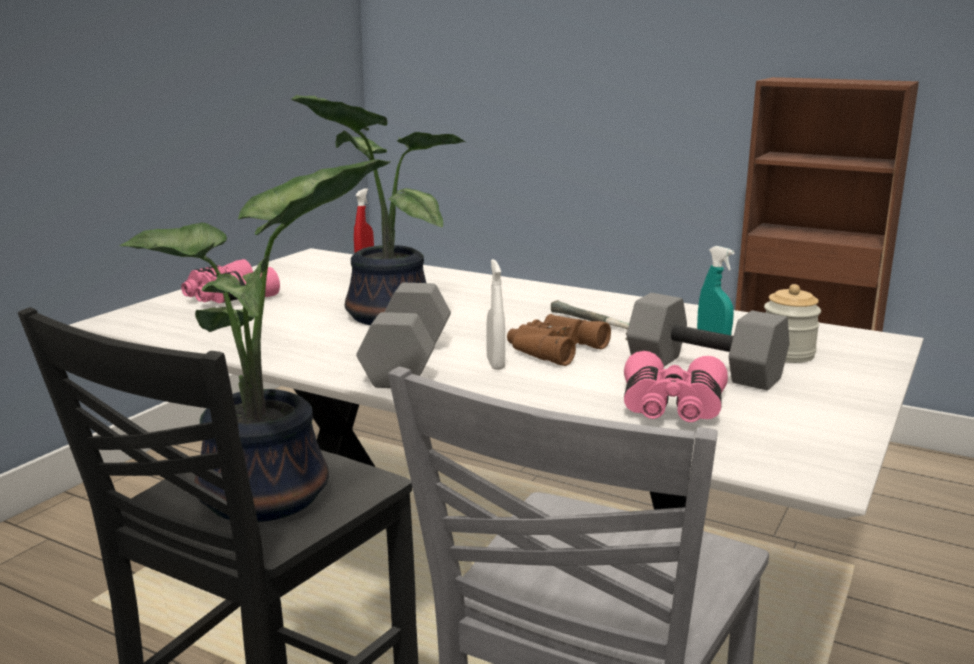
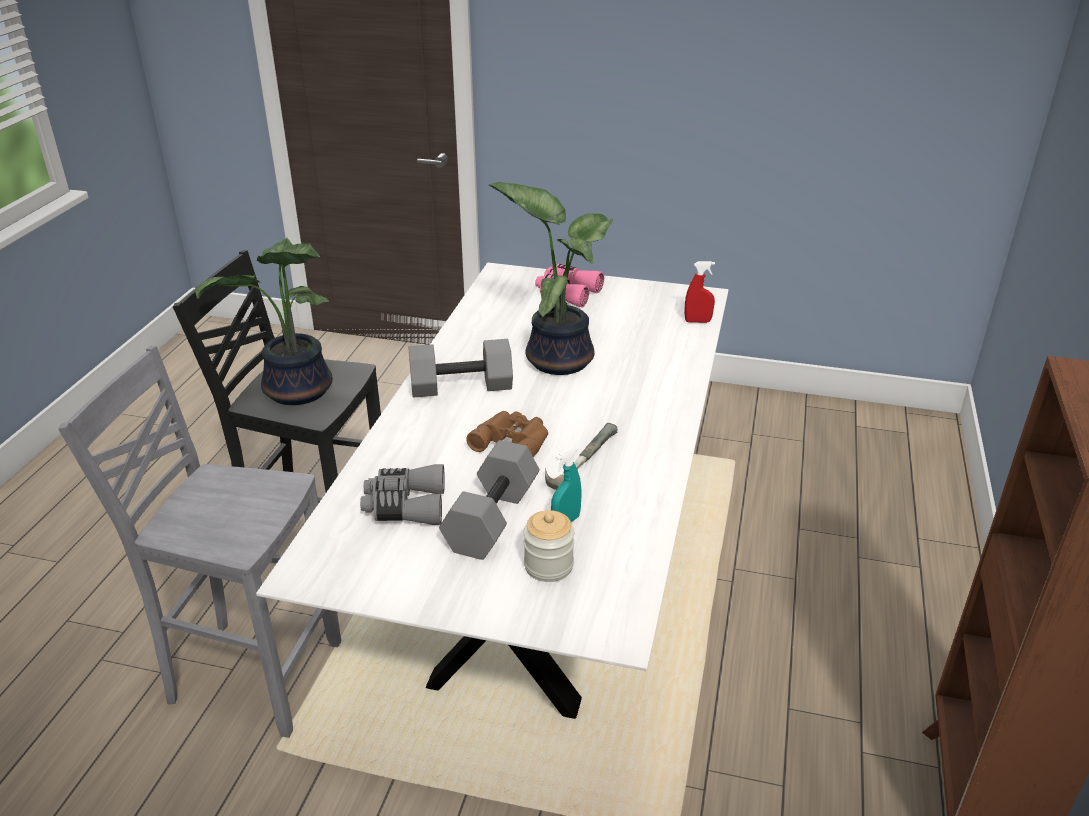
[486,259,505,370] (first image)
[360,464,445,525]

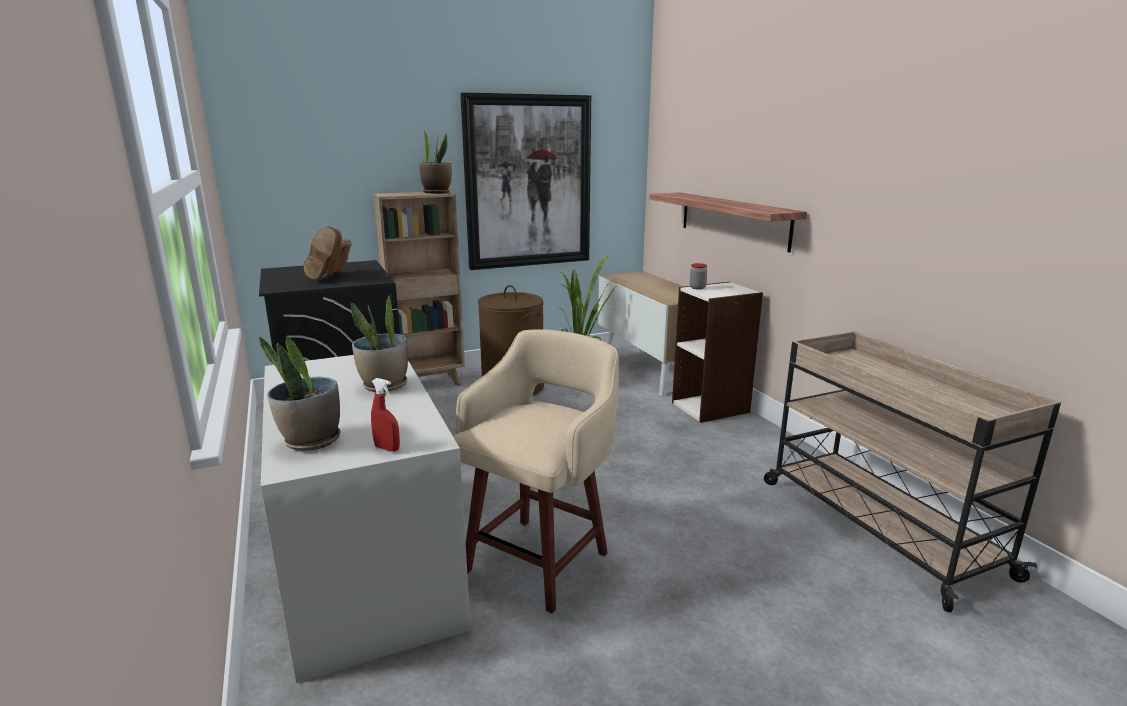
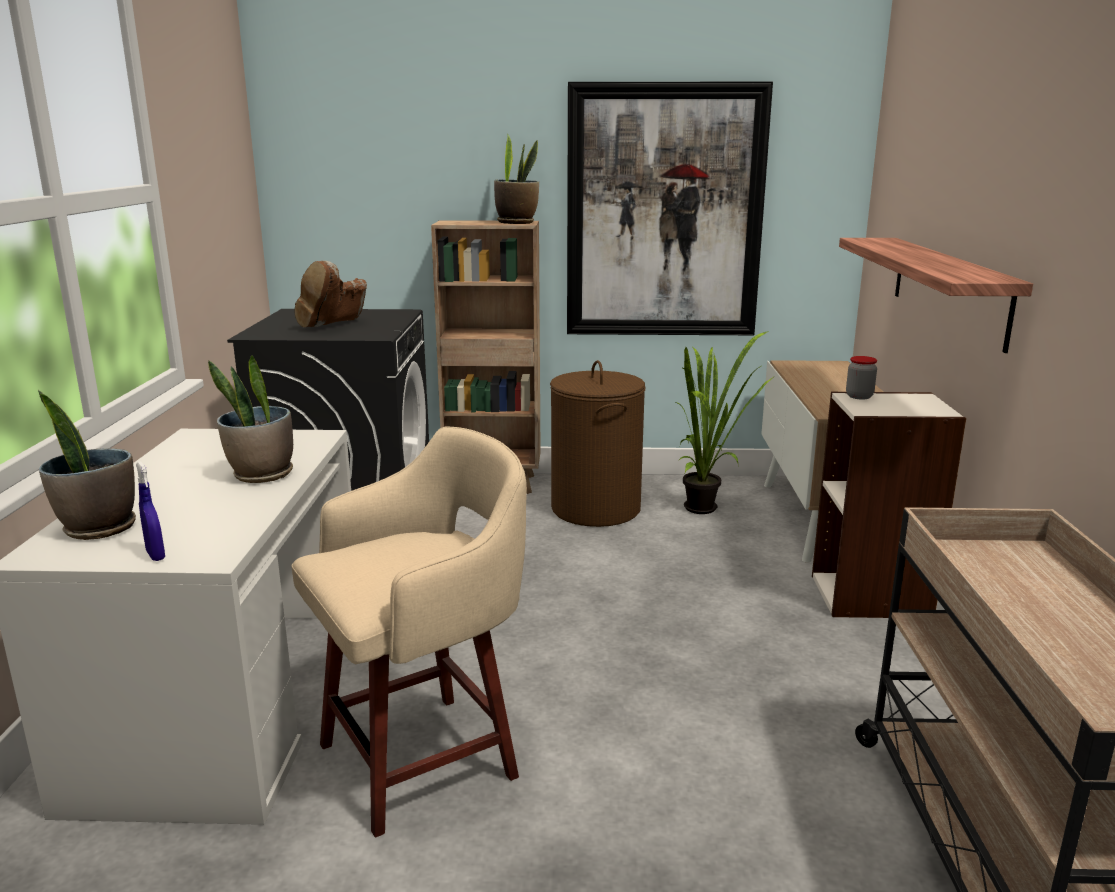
[136,461,165,561]

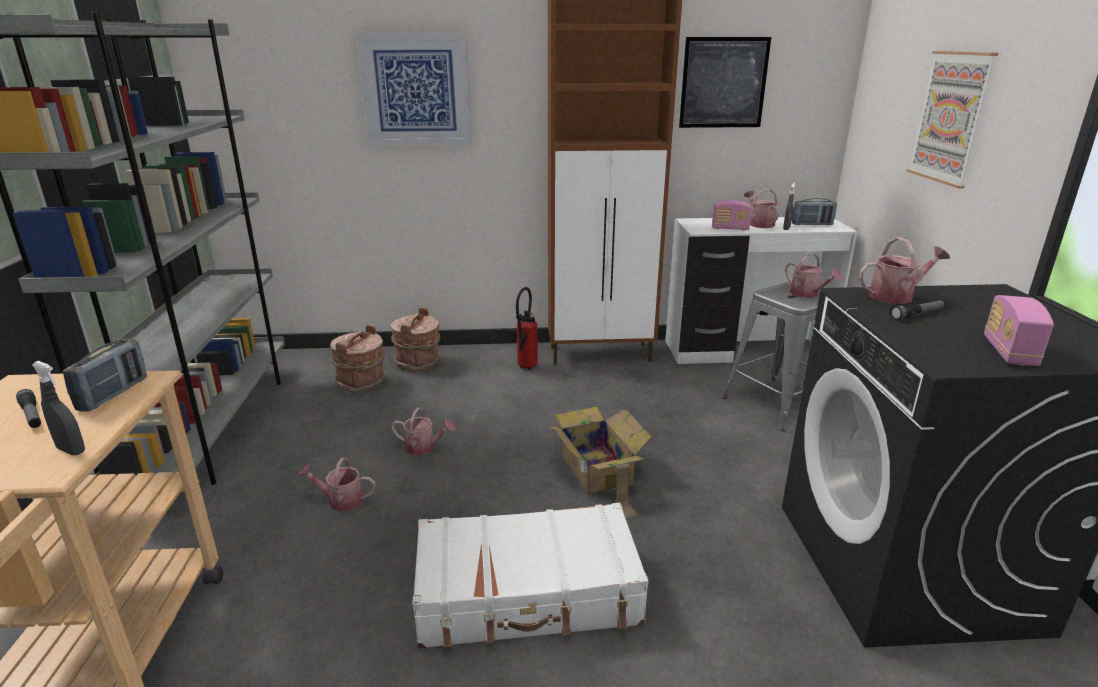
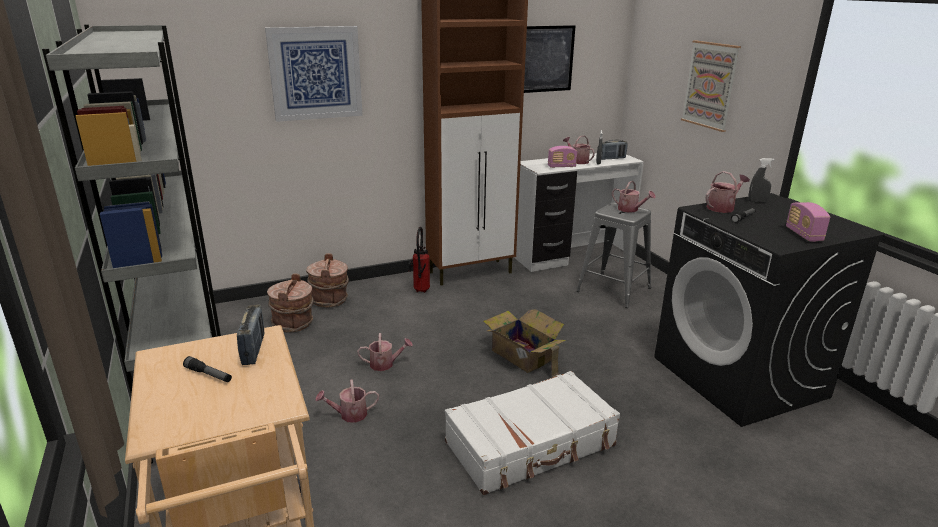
[748,158,775,202]

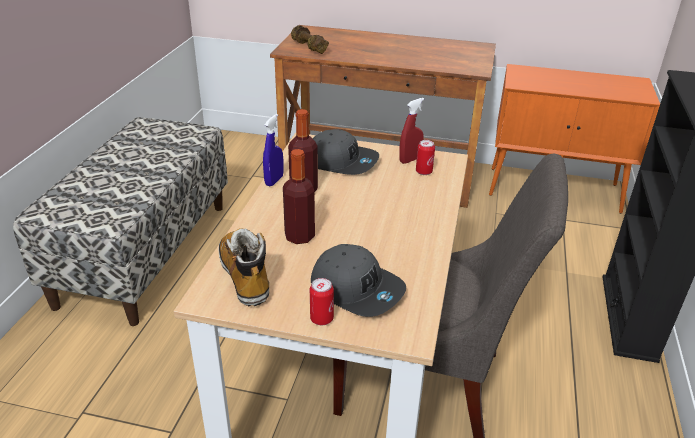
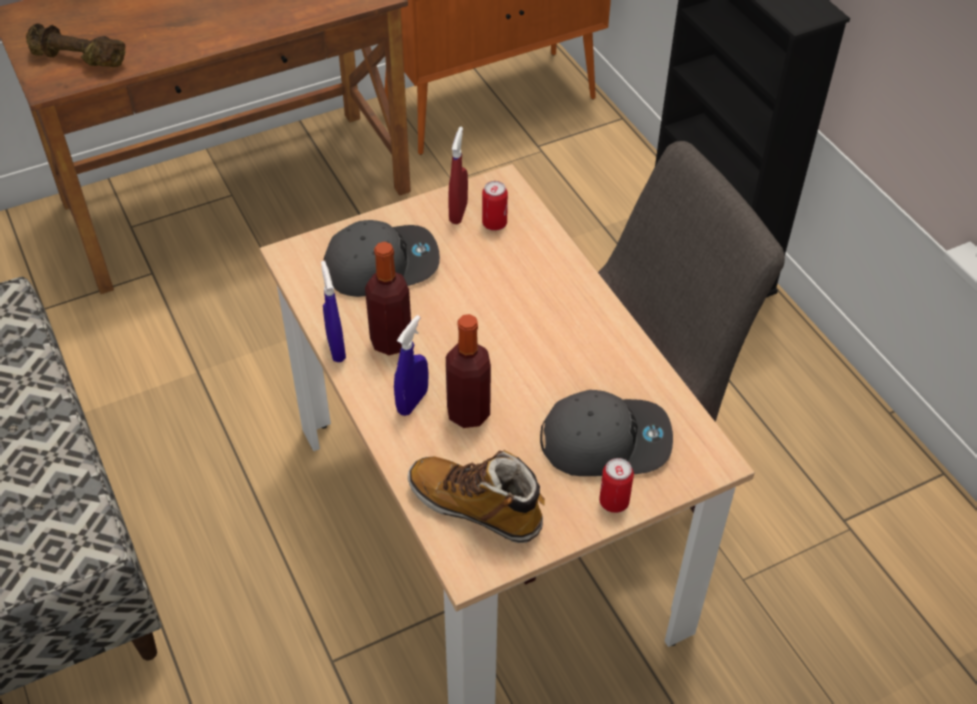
[394,315,428,416]

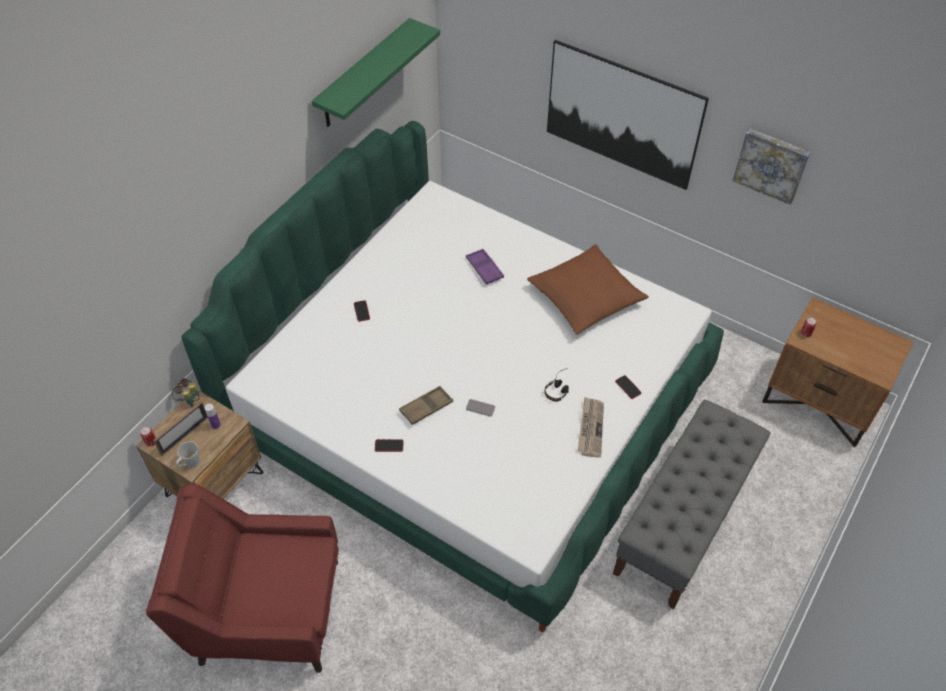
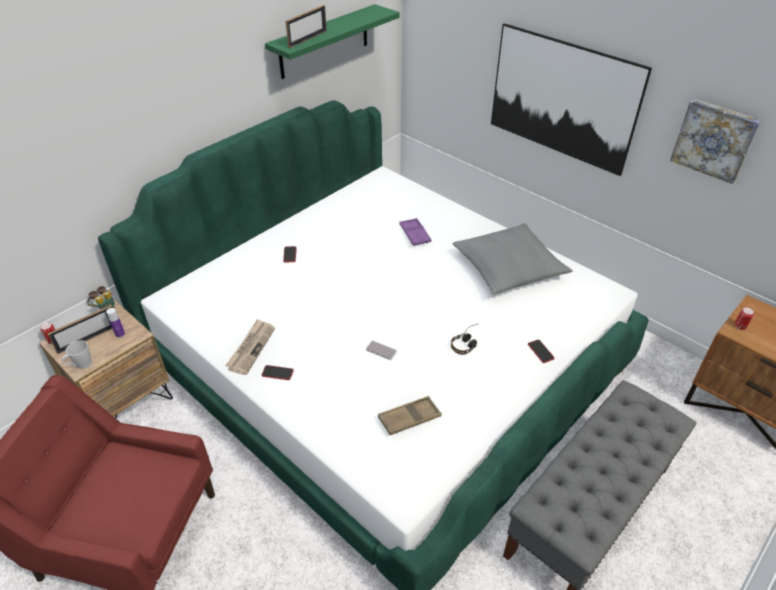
[286,5,327,48]
[378,396,442,435]
[225,319,275,375]
[453,223,573,295]

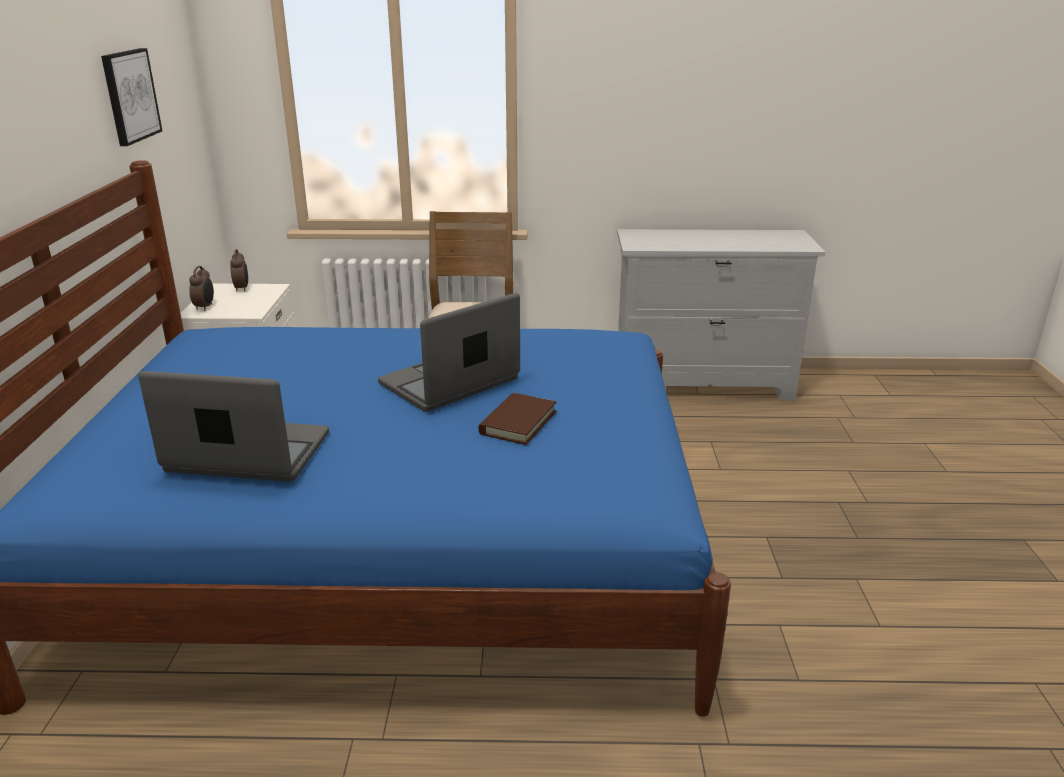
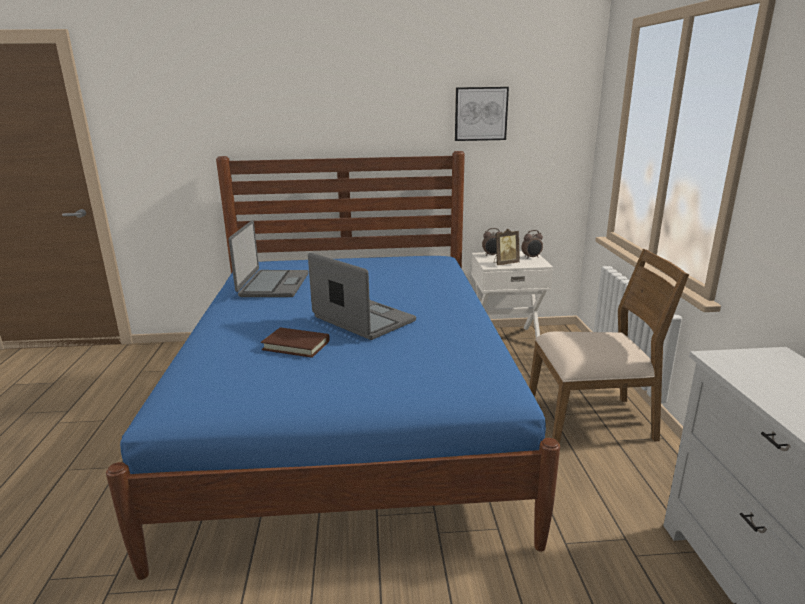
[494,228,520,265]

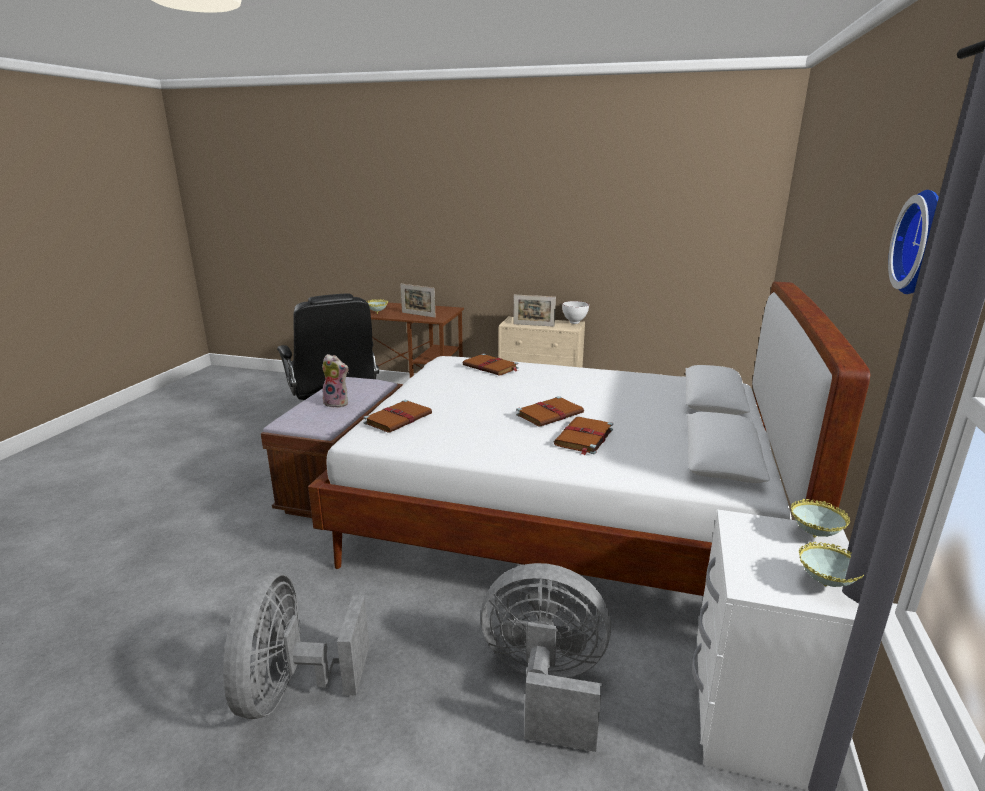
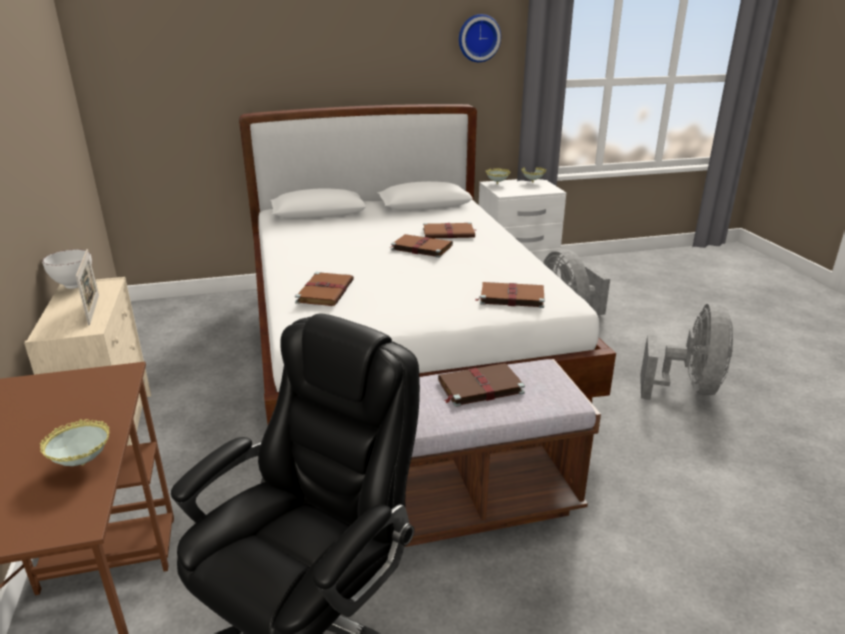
[400,284,436,318] (first image)
[438,363,525,407]
[640,303,733,400]

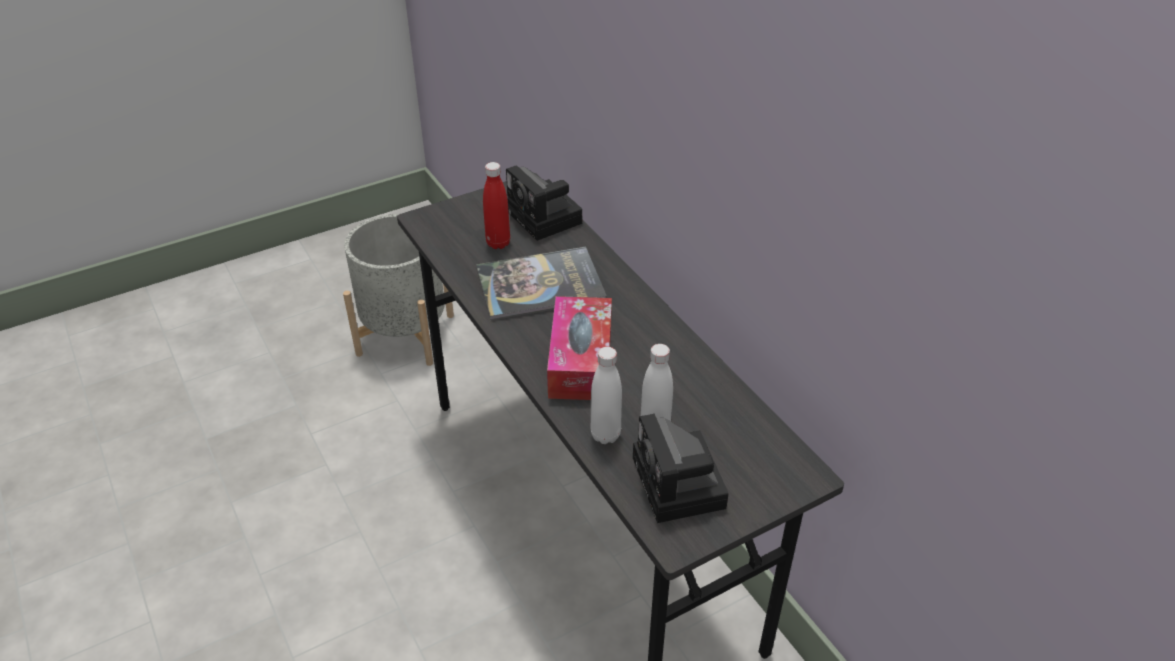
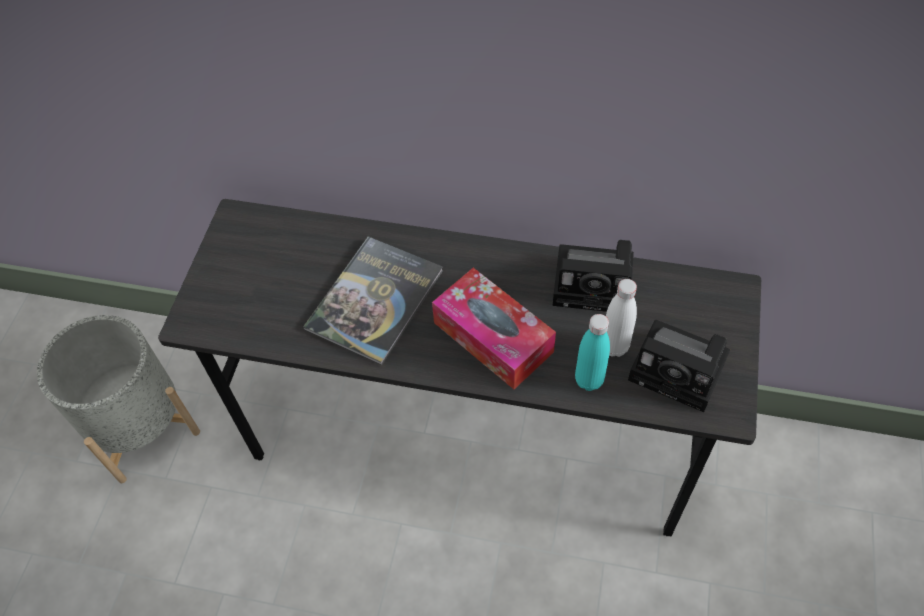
[483,162,510,249] (first image)
[553,240,634,312]
[575,314,610,391]

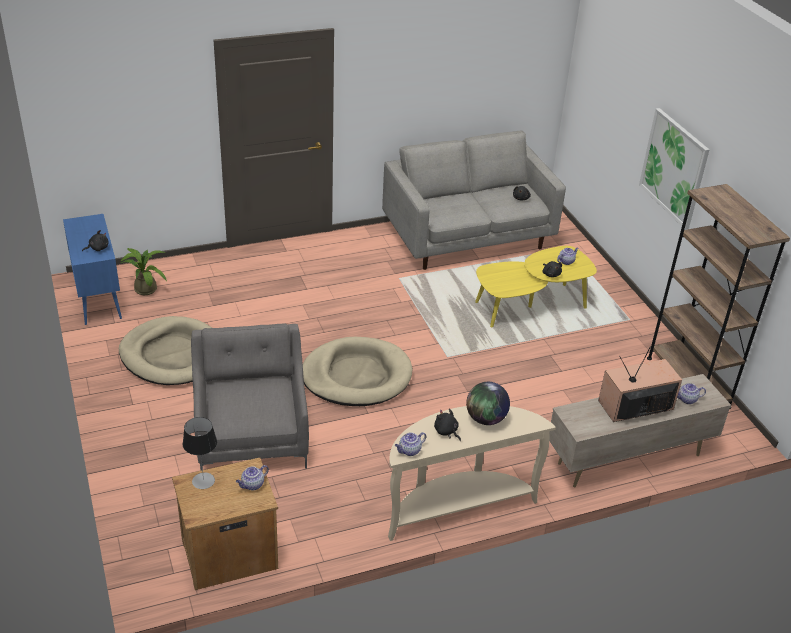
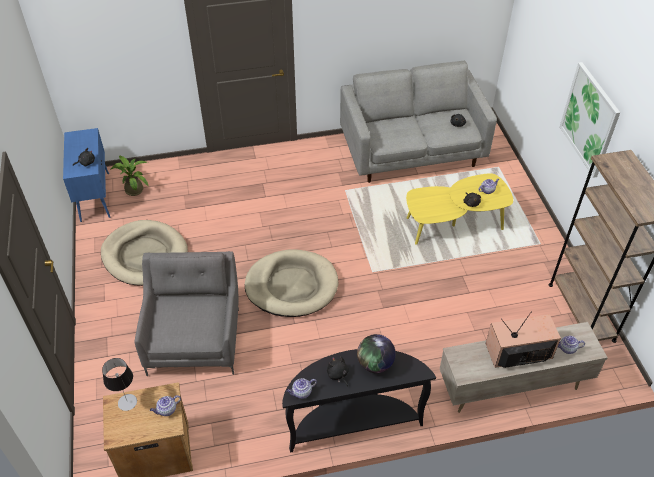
[282,349,436,453]

